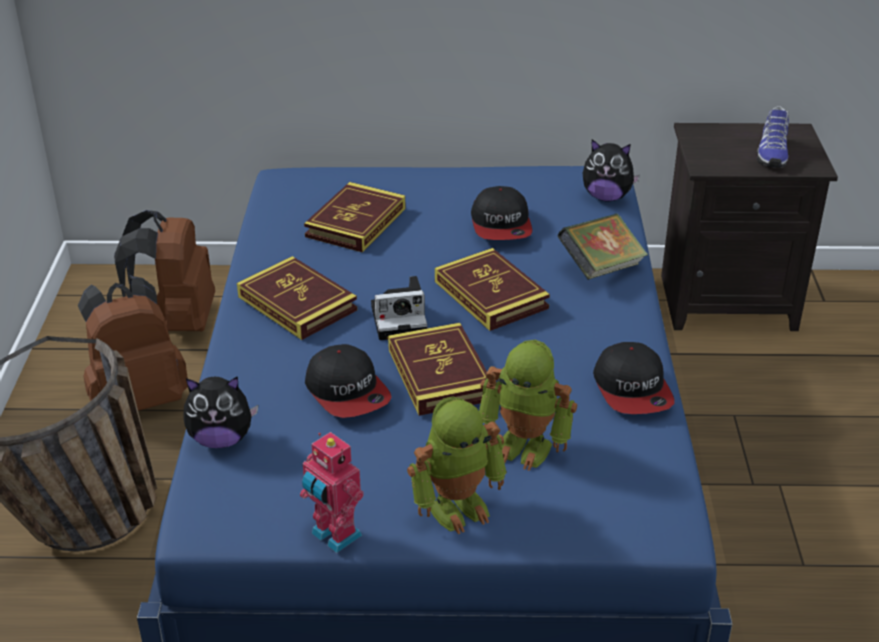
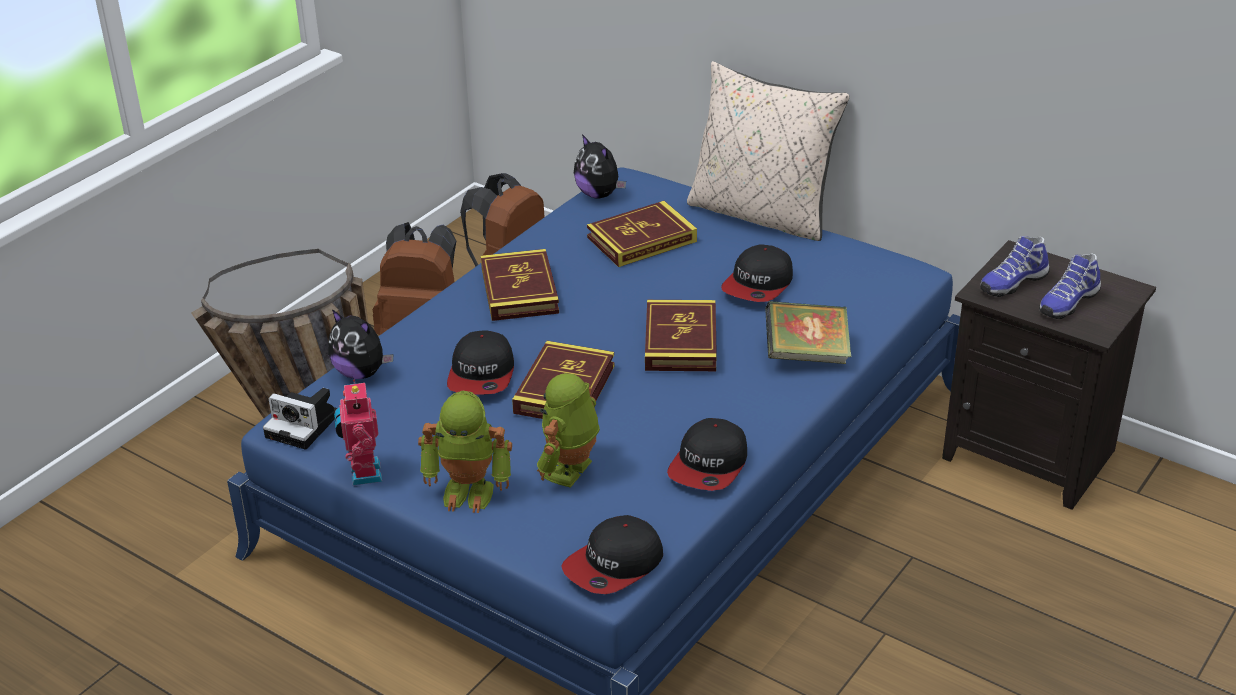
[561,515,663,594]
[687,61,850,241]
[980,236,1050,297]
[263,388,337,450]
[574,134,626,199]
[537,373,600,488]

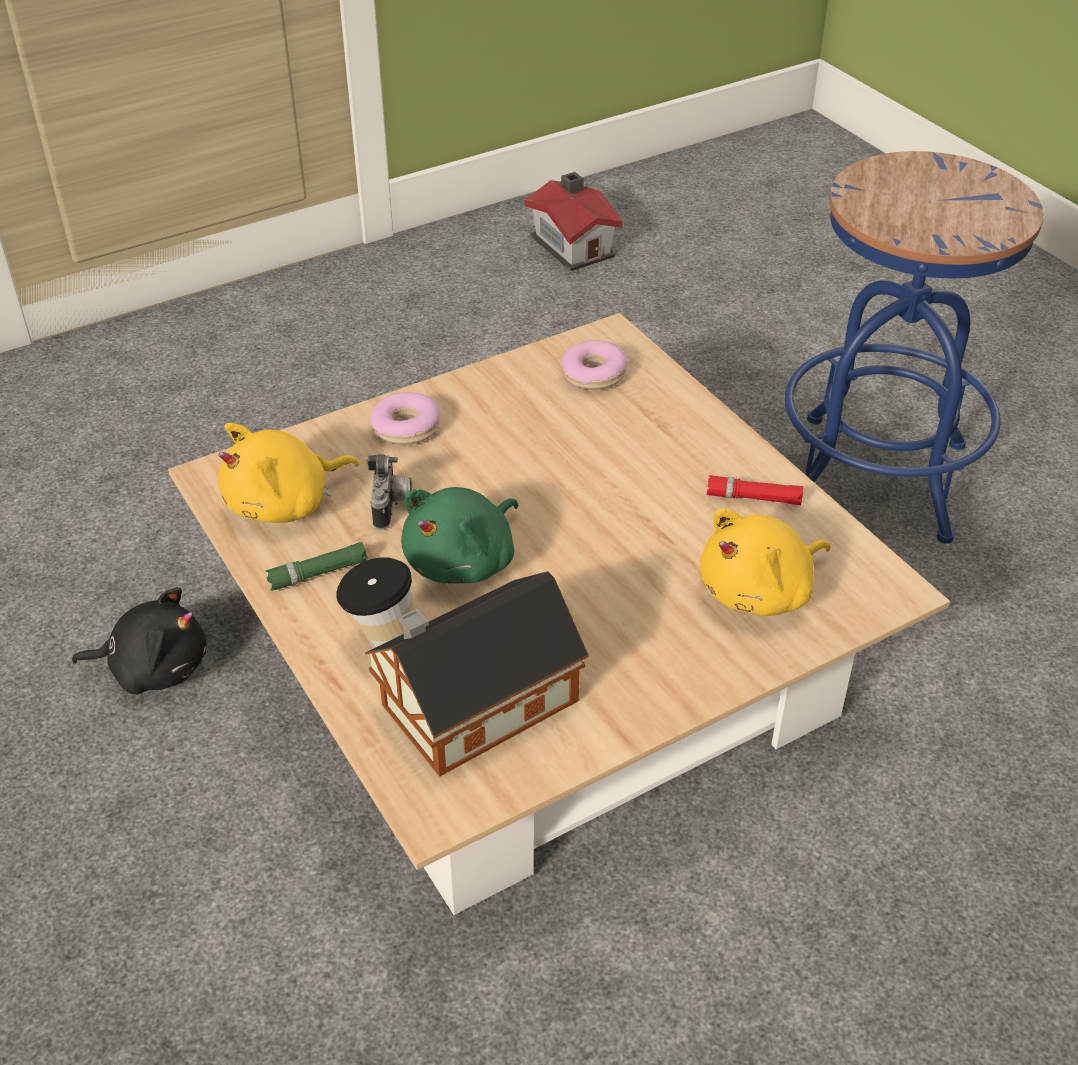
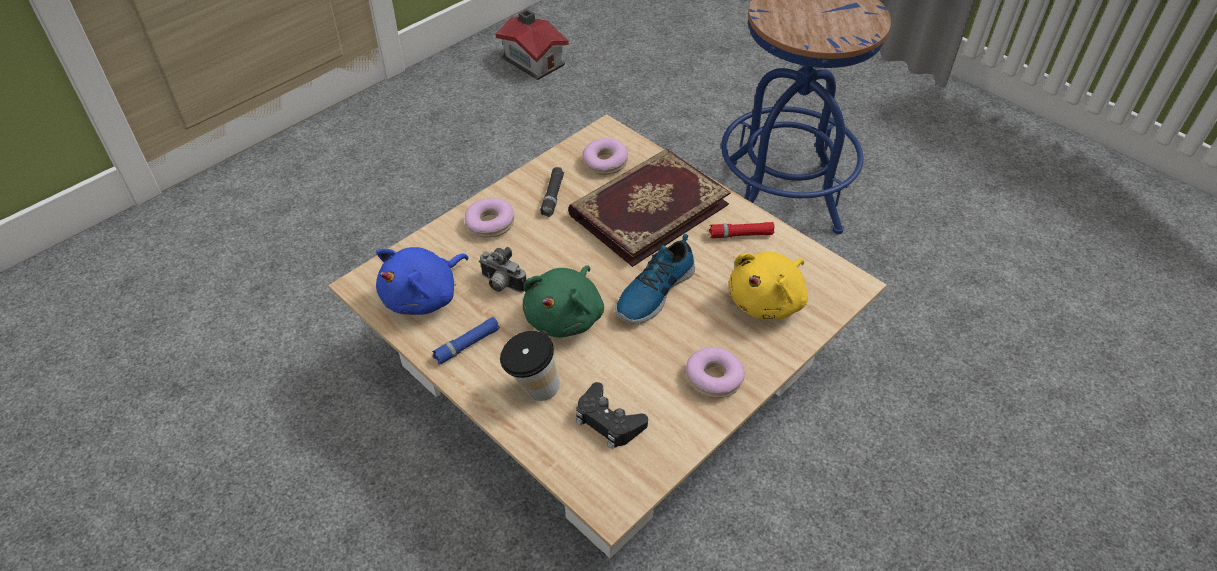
[72,587,207,695] (first image)
[540,167,564,217]
[568,149,731,267]
[615,234,695,324]
[685,347,745,398]
[576,382,648,449]
[376,247,468,315]
[432,317,500,365]
[479,247,526,292]

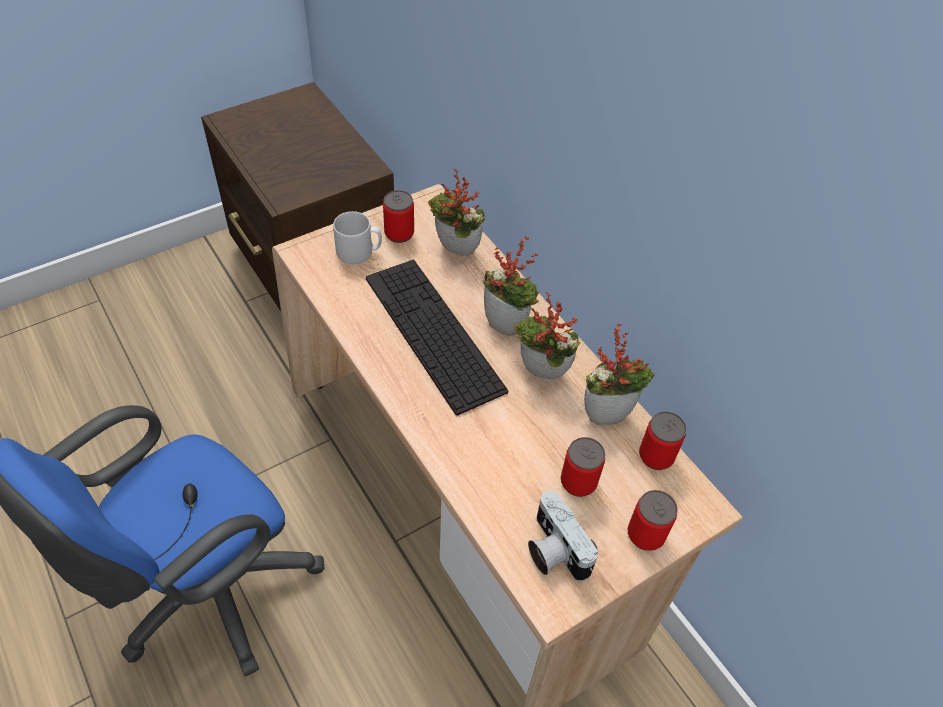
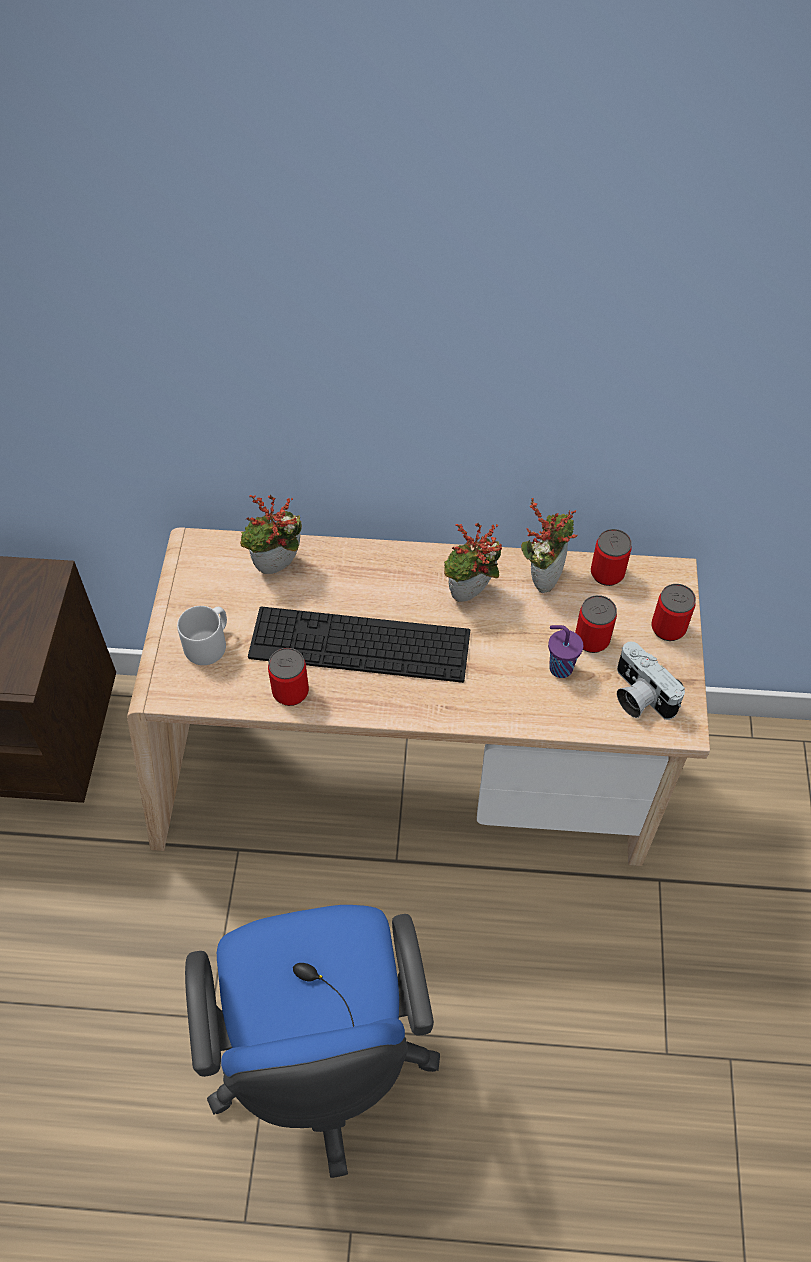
[483,236,539,336] (first image)
[548,625,583,678]
[268,648,309,706]
[617,642,685,720]

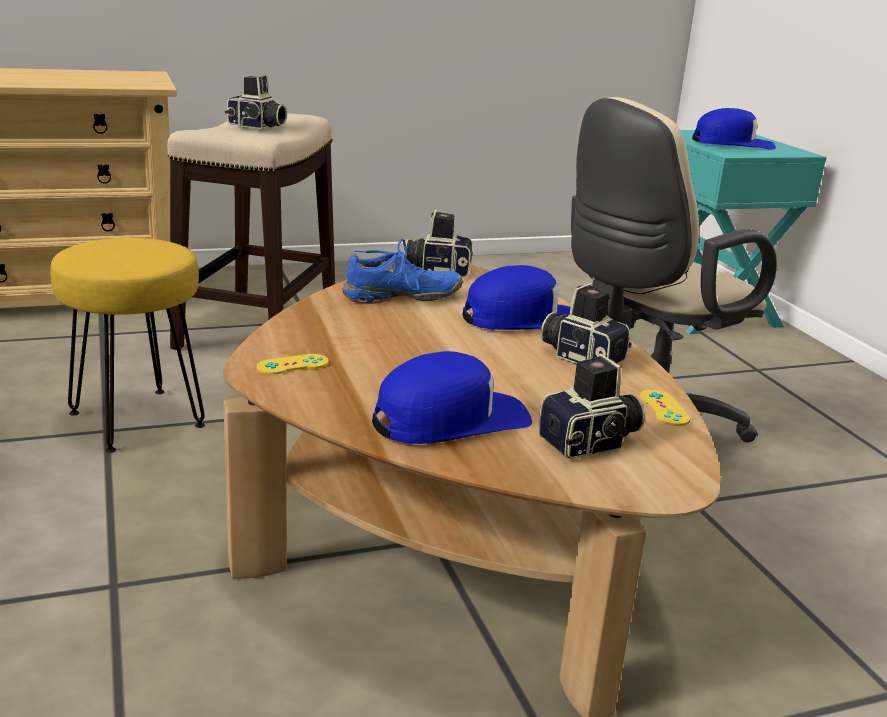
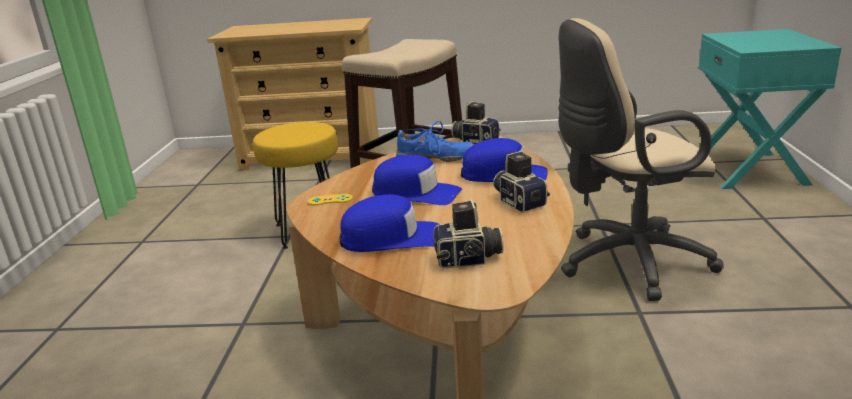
[225,75,287,129] (first image)
[640,390,690,426] (first image)
[372,154,462,205]

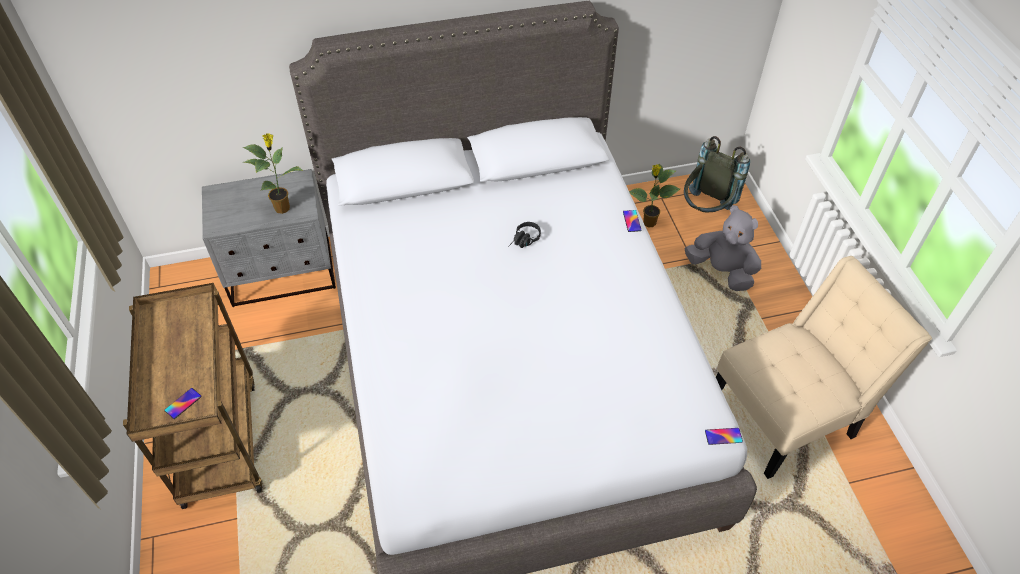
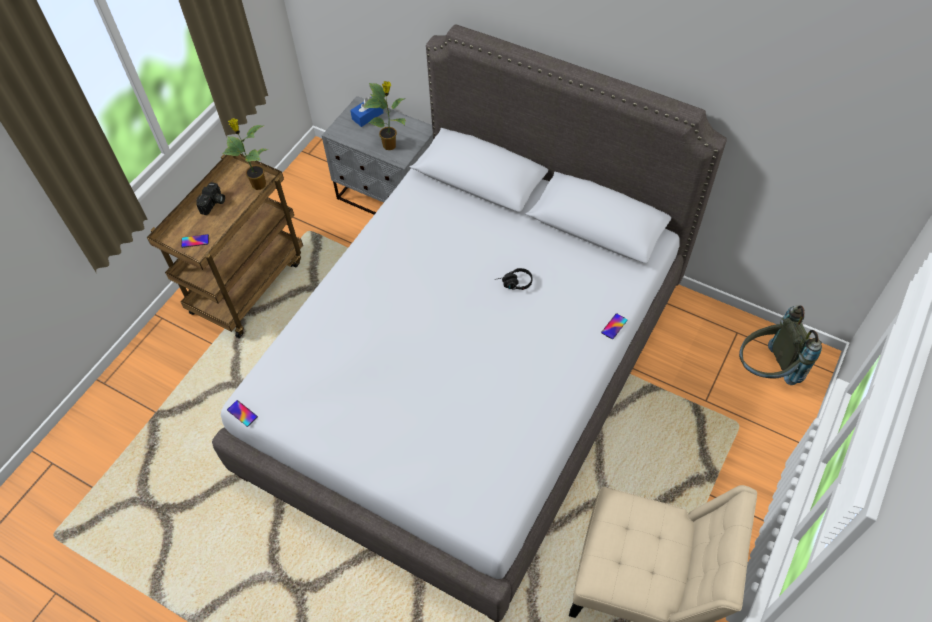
[685,205,761,291] (first image)
[196,182,225,215]
[350,97,384,127]
[223,118,268,190]
[227,400,258,427]

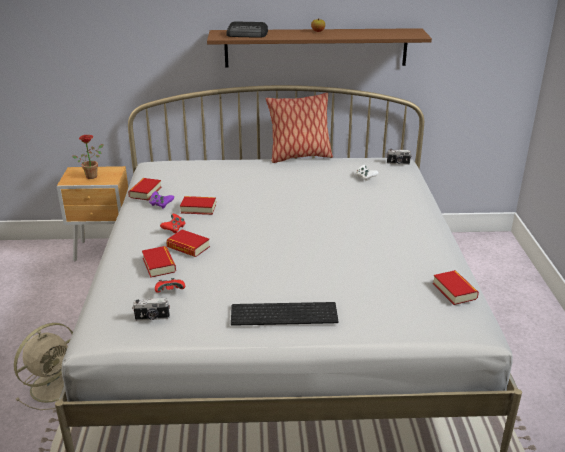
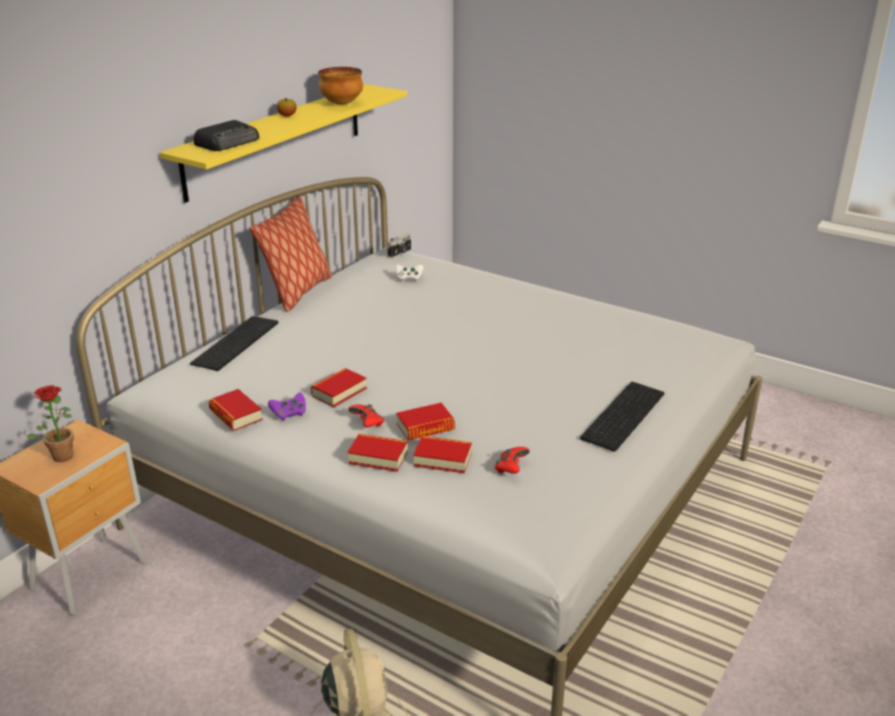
[132,298,170,321] (first image)
[190,316,278,371]
[318,67,363,105]
[348,434,408,472]
[160,84,407,203]

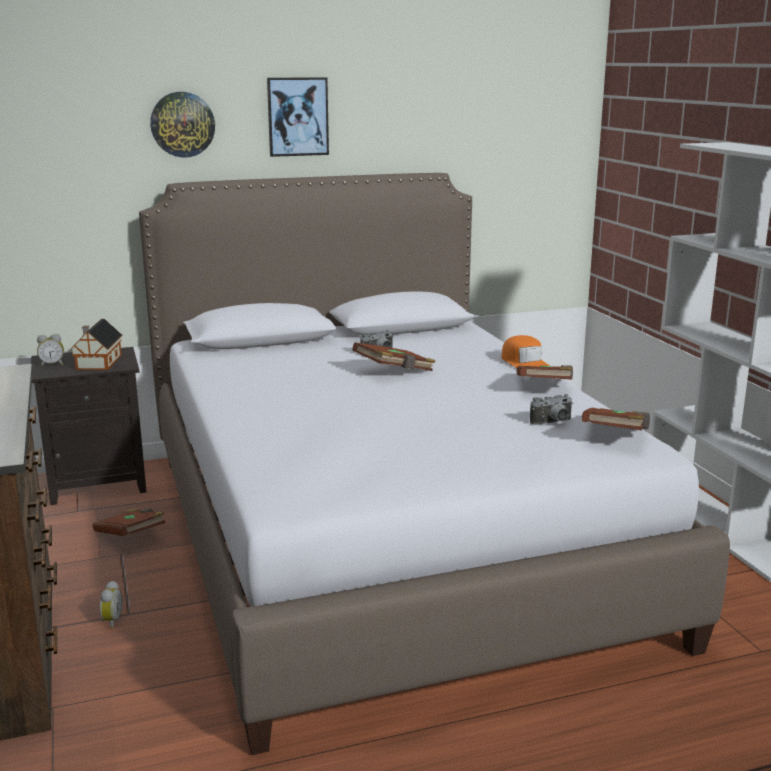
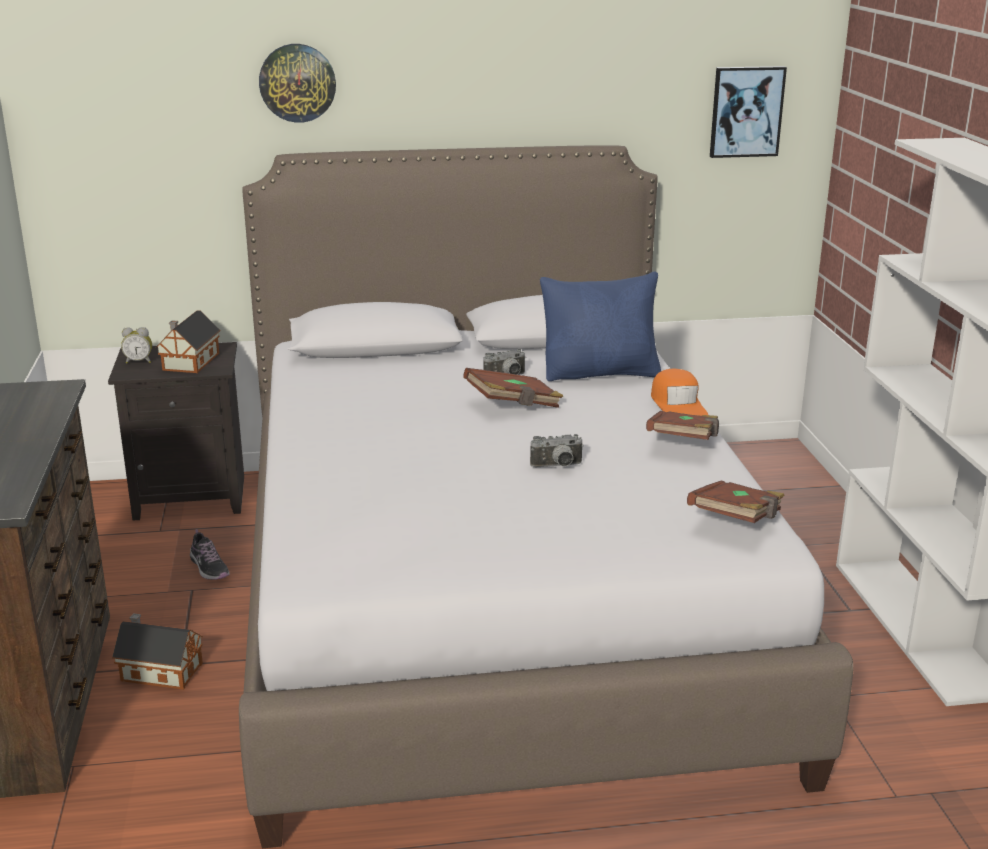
[540,271,661,381]
[710,66,787,158]
[530,434,584,467]
[190,529,229,580]
[112,613,203,690]

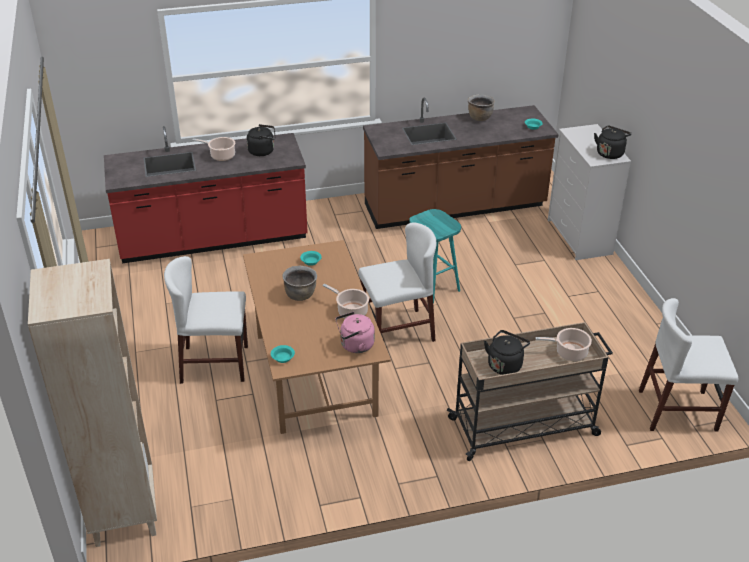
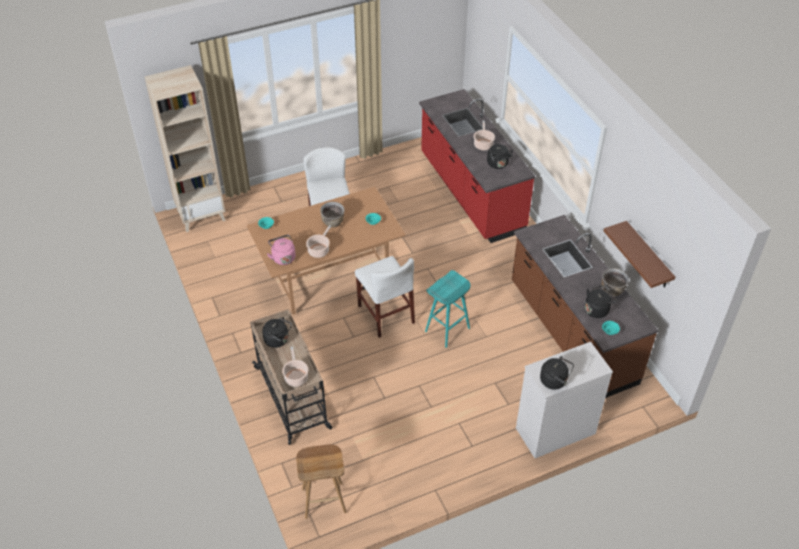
[585,285,617,318]
[604,221,675,288]
[296,444,346,519]

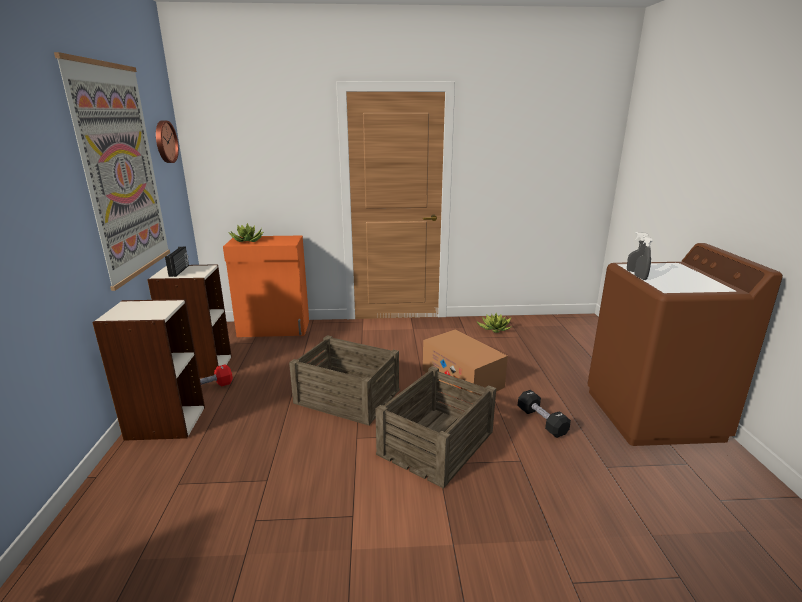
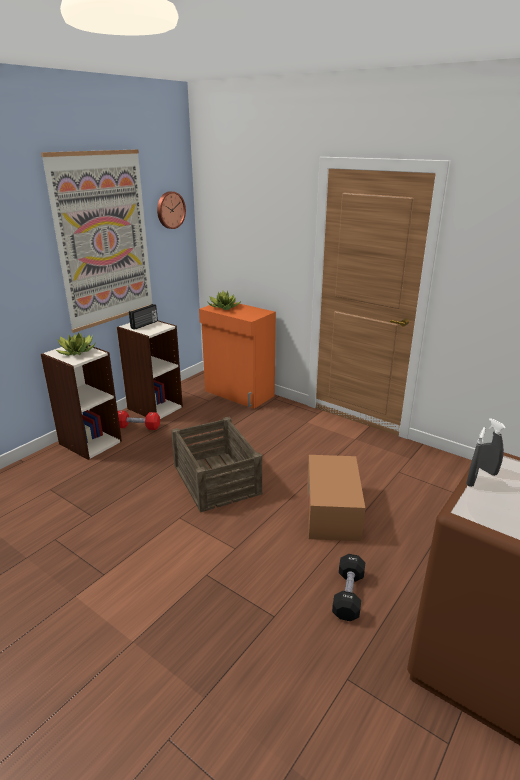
[375,366,496,489] (first image)
[56,333,96,356]

